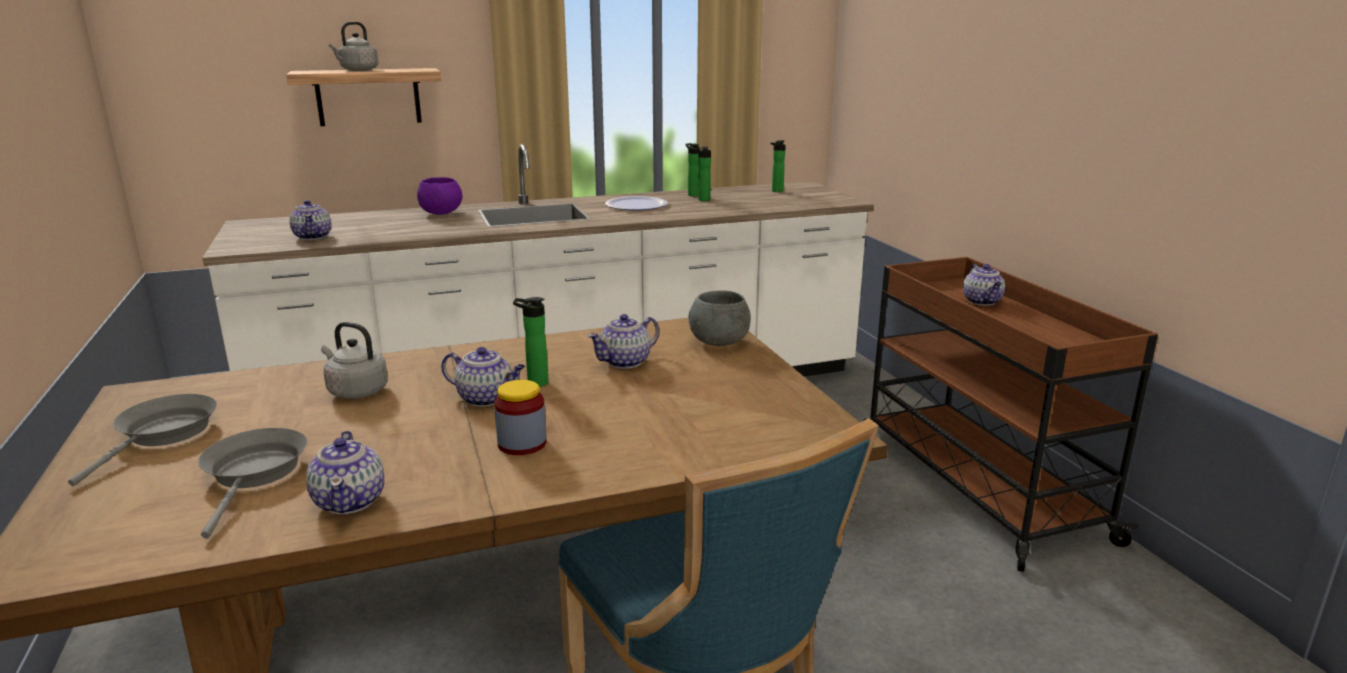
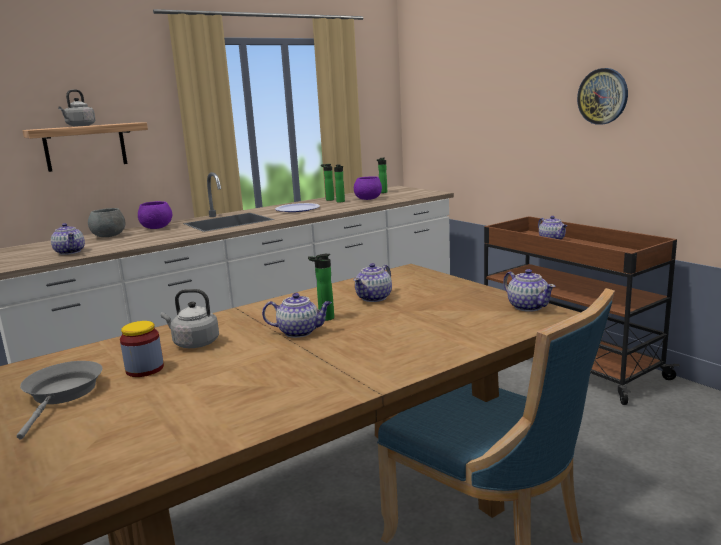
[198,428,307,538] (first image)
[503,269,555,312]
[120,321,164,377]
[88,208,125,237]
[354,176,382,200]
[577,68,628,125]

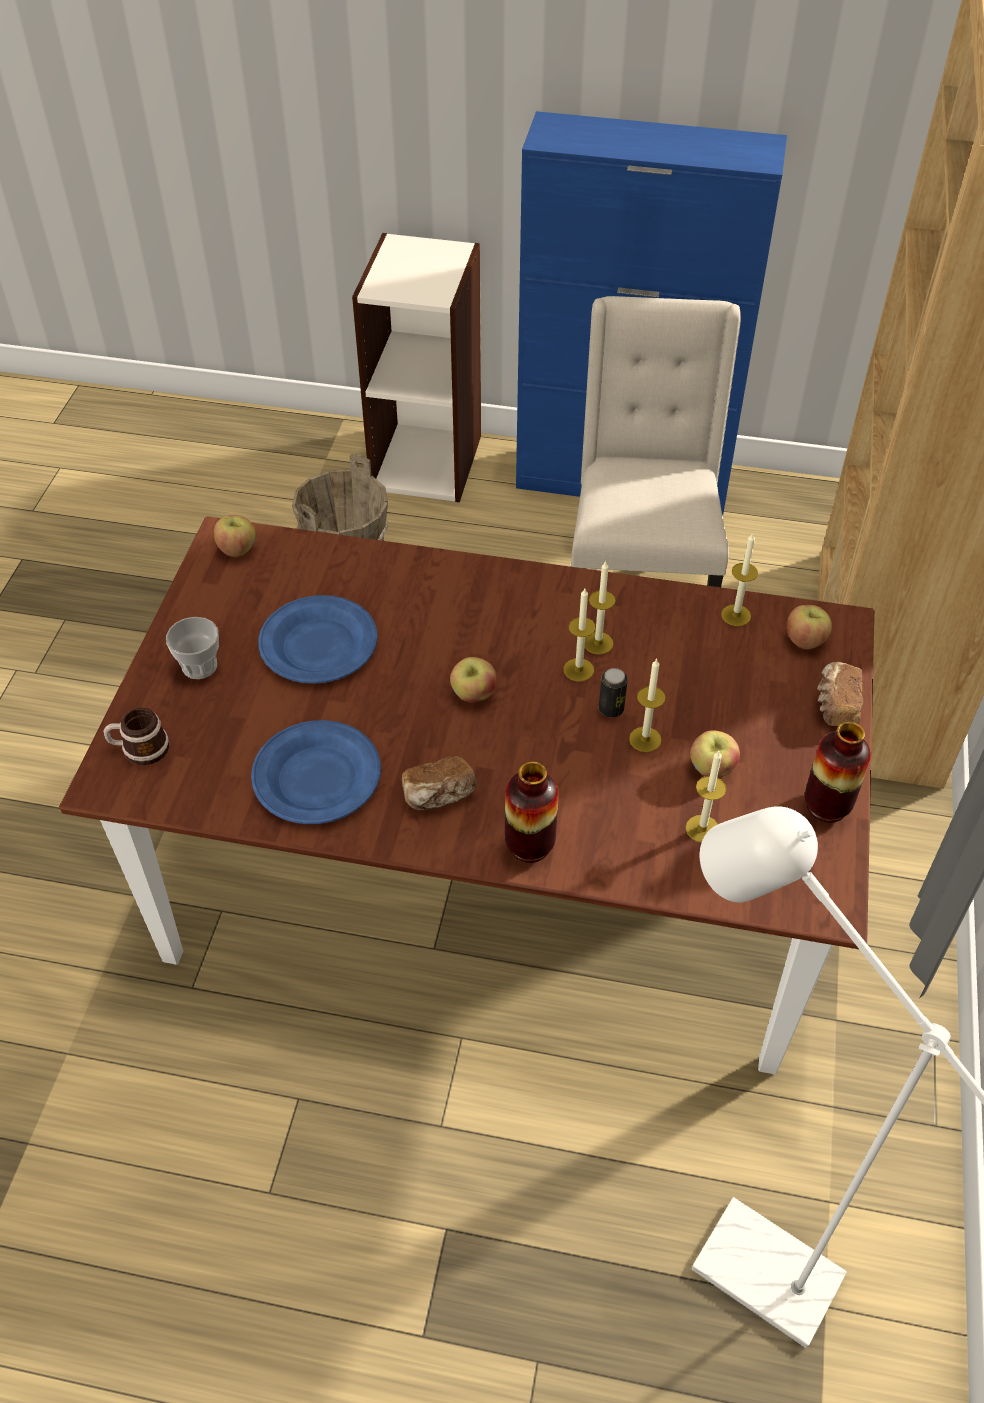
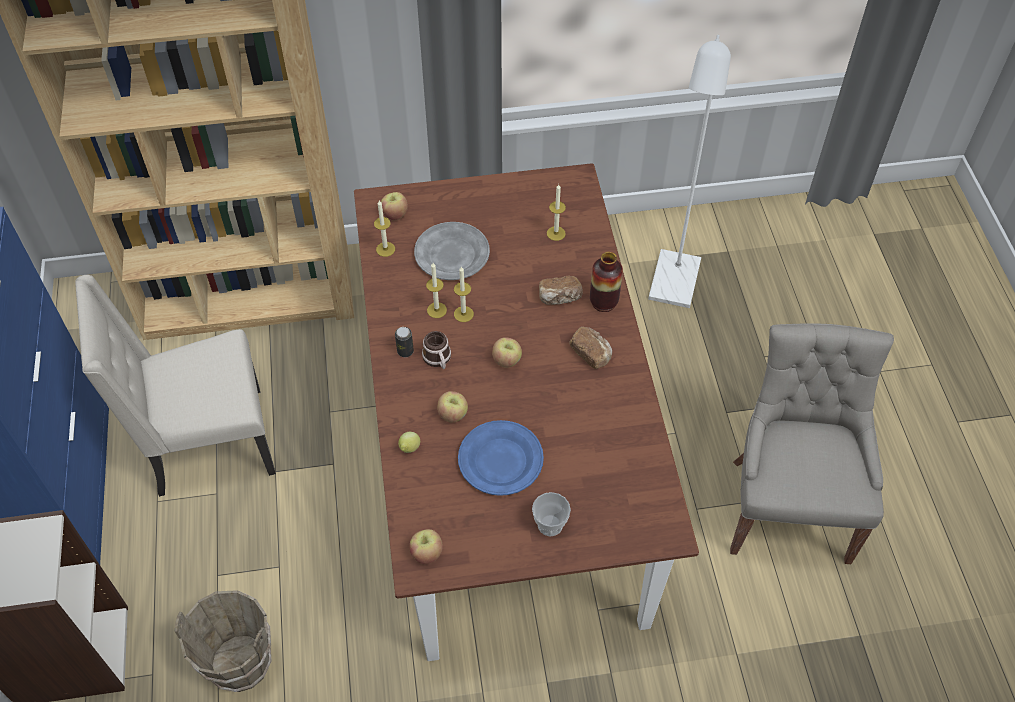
[422,331,451,369]
[251,720,381,824] (first image)
[395,327,414,357]
[629,658,665,752] (first image)
[437,391,468,422]
[805,722,871,823] (first image)
[539,275,583,305]
[398,432,420,453]
[414,222,490,280]
[730,323,894,564]

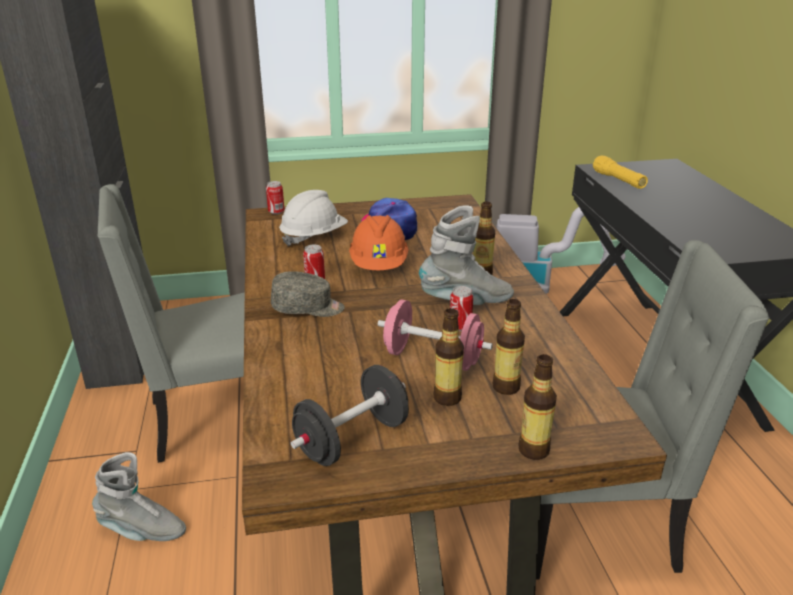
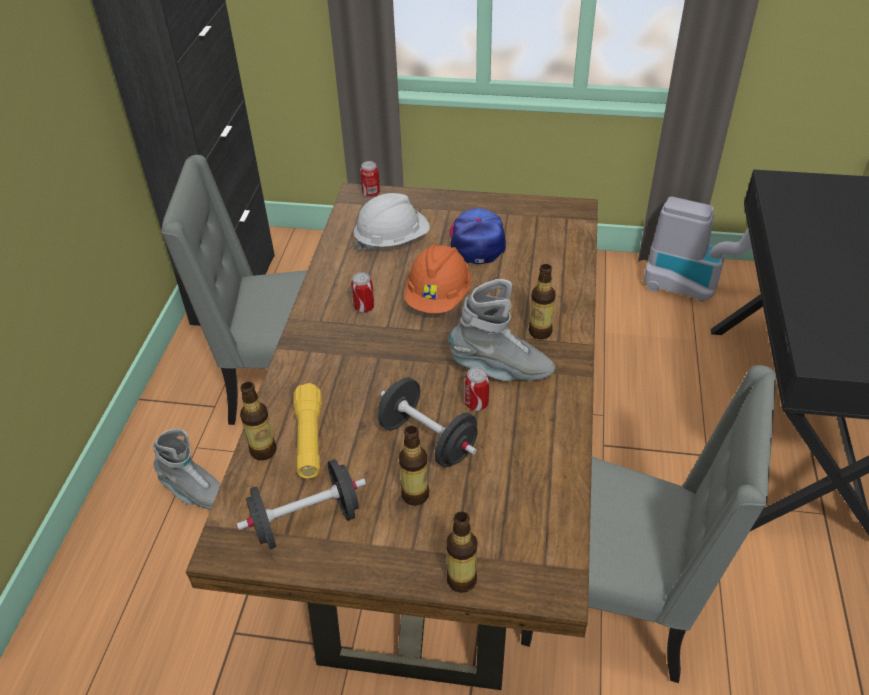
[271,271,345,317] (first image)
[378,378,478,468]
[240,382,277,460]
[293,383,322,478]

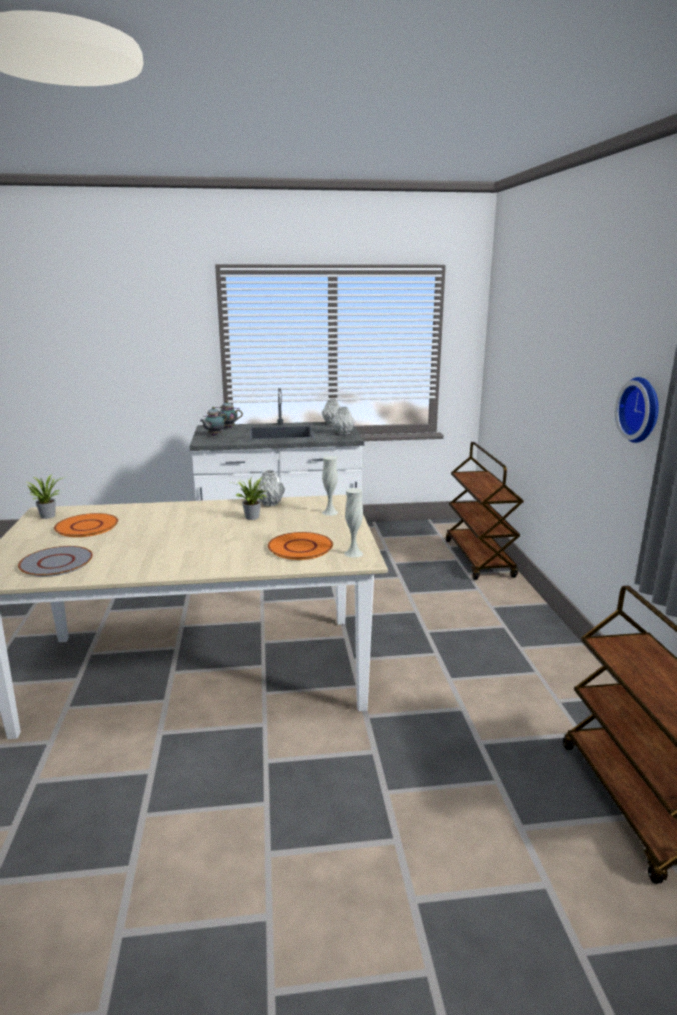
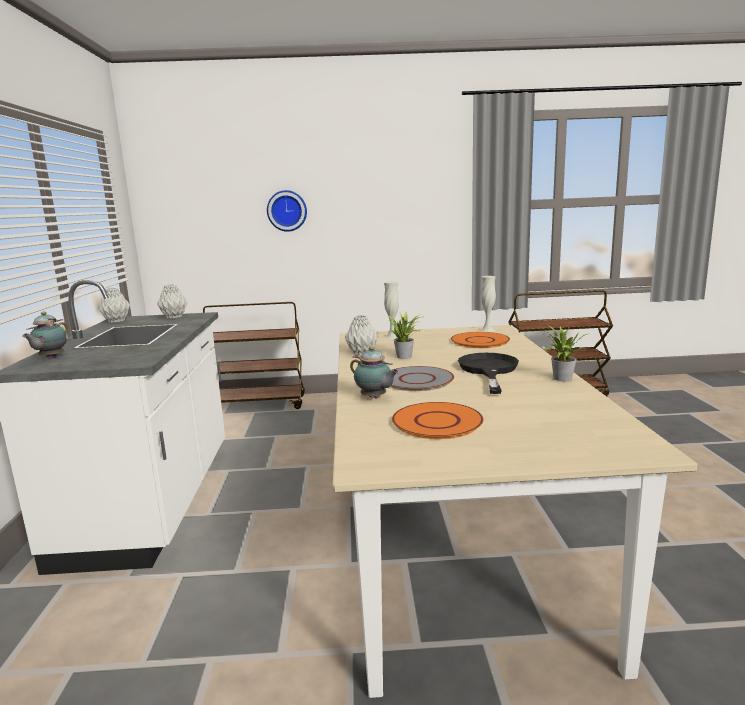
[390,366,454,391]
[543,326,590,381]
[350,346,399,399]
[267,190,307,232]
[458,353,519,394]

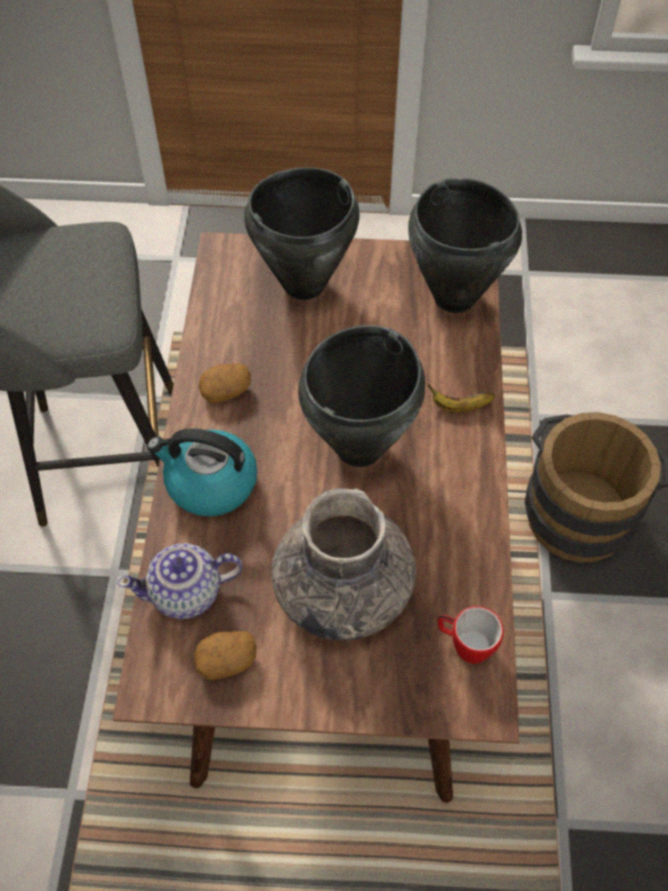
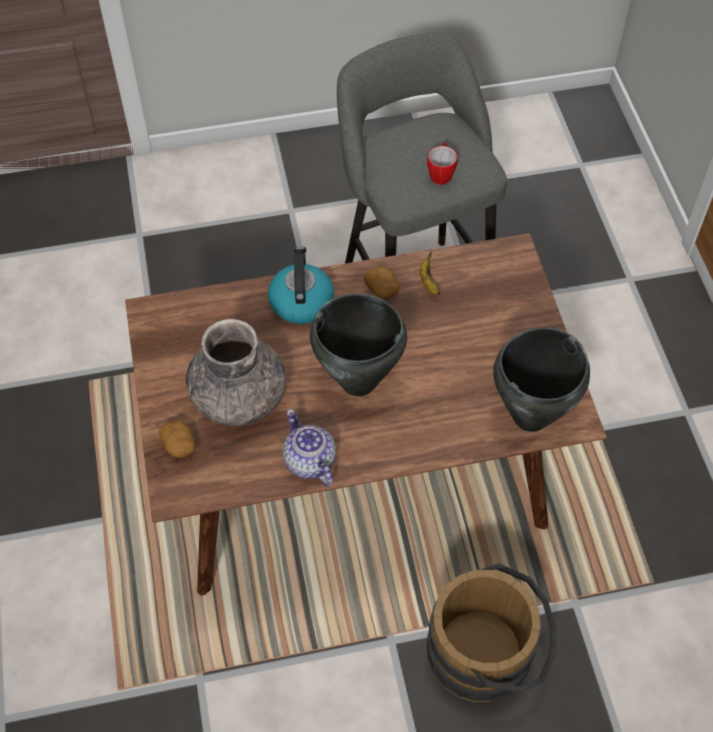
[283,409,336,486]
[159,421,196,458]
[244,167,360,300] (first image)
[420,252,441,295]
[427,142,458,185]

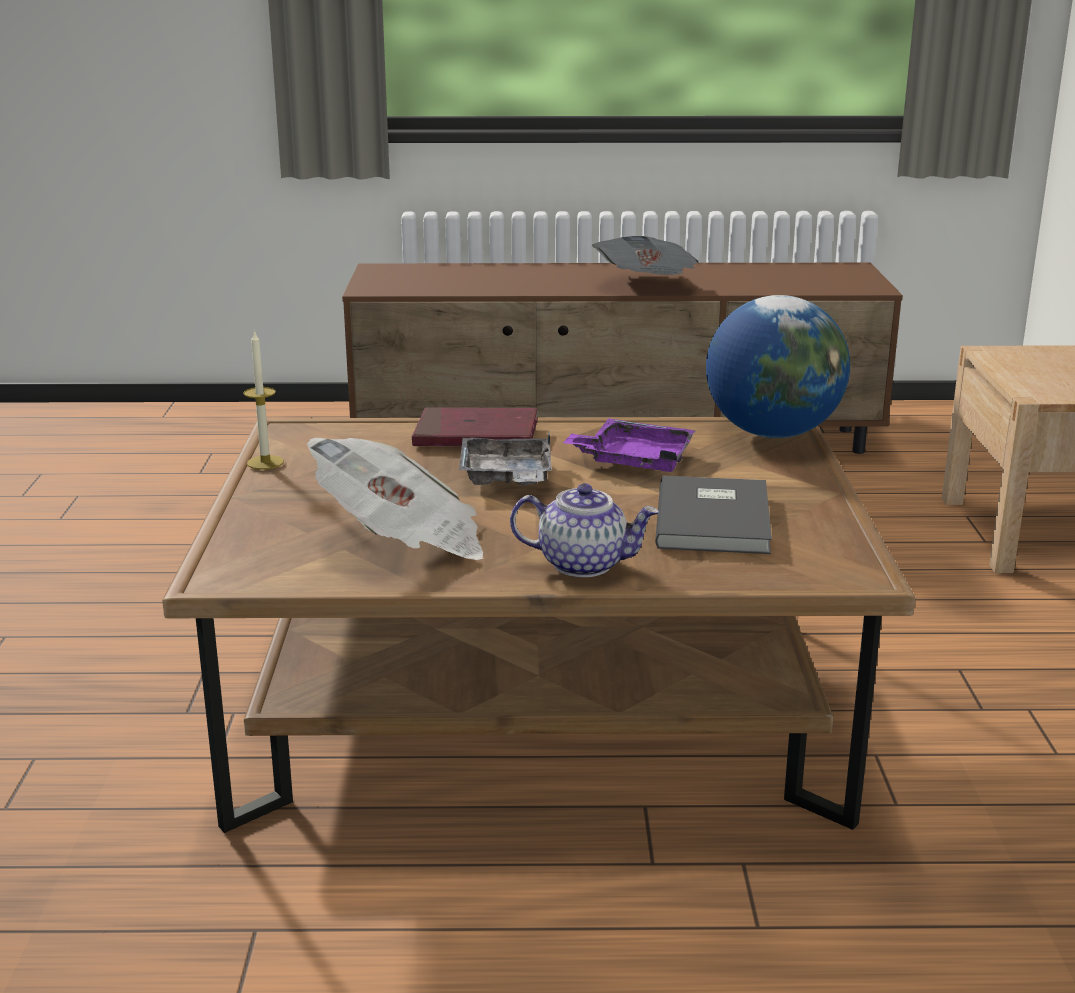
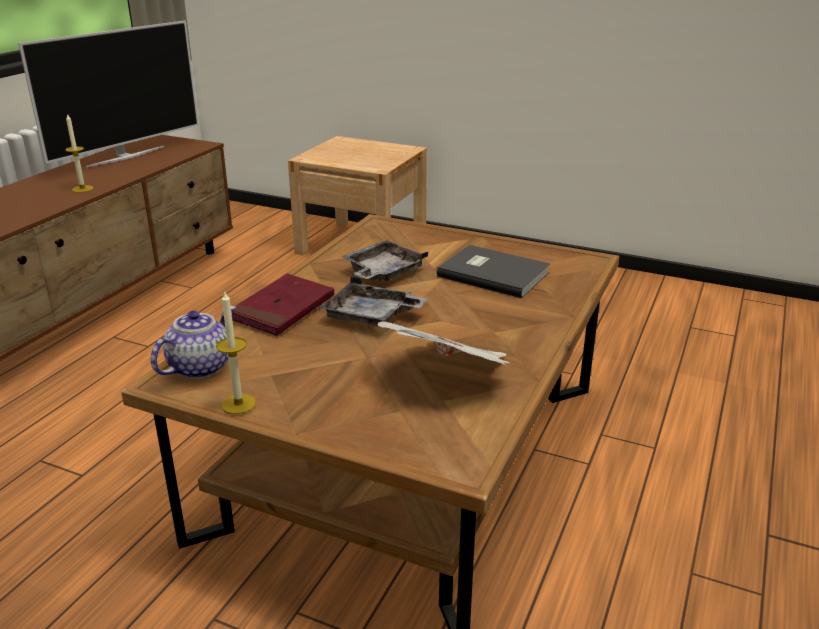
[151,306,236,379]
[342,240,428,281]
[65,113,93,193]
[706,295,850,438] (first image)
[18,20,199,168]

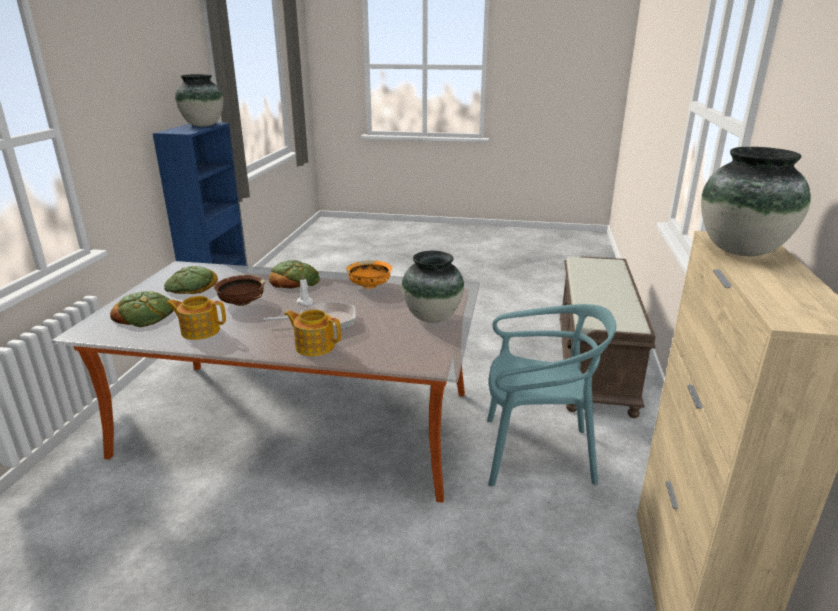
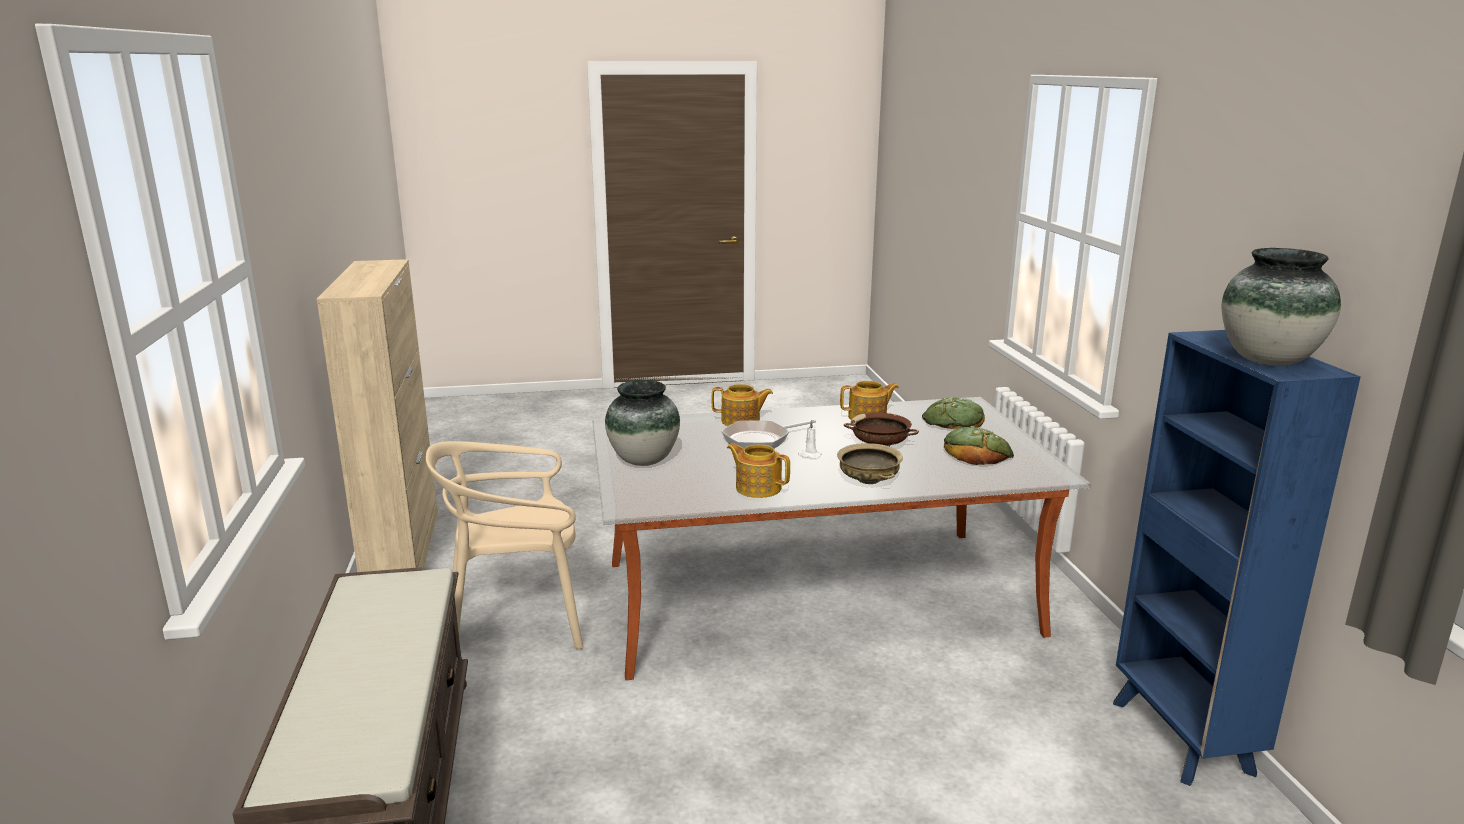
[837,443,903,484]
[727,443,790,498]
[426,441,584,649]
[701,147,810,256] (first image)

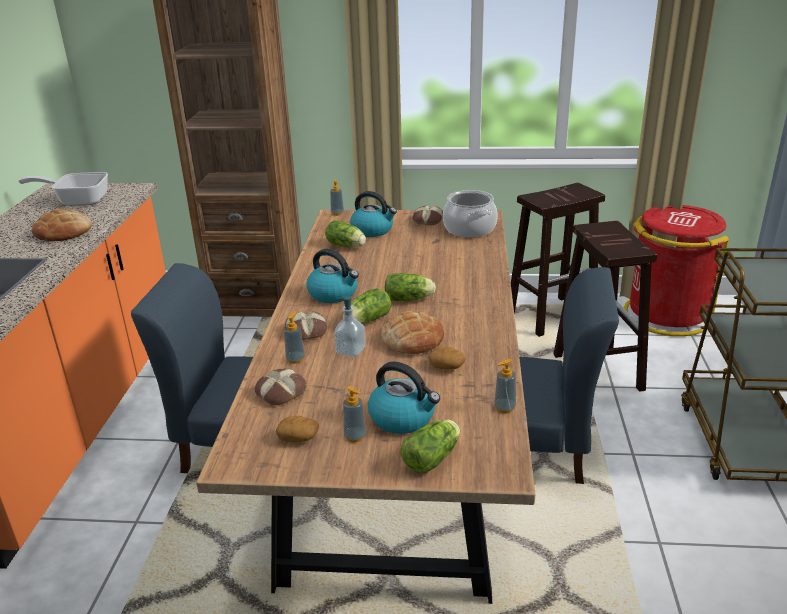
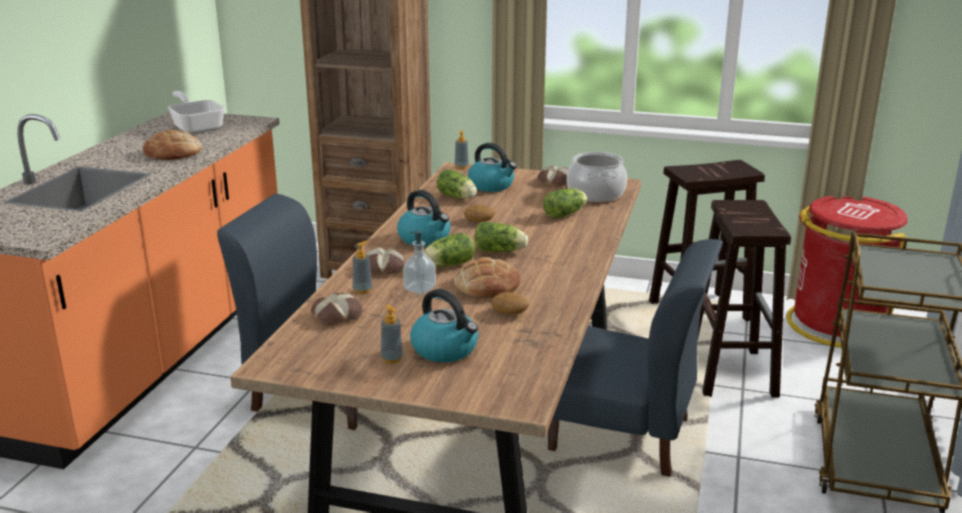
[168,91,225,134]
[464,205,495,222]
[543,188,587,219]
[494,359,516,413] (first image)

